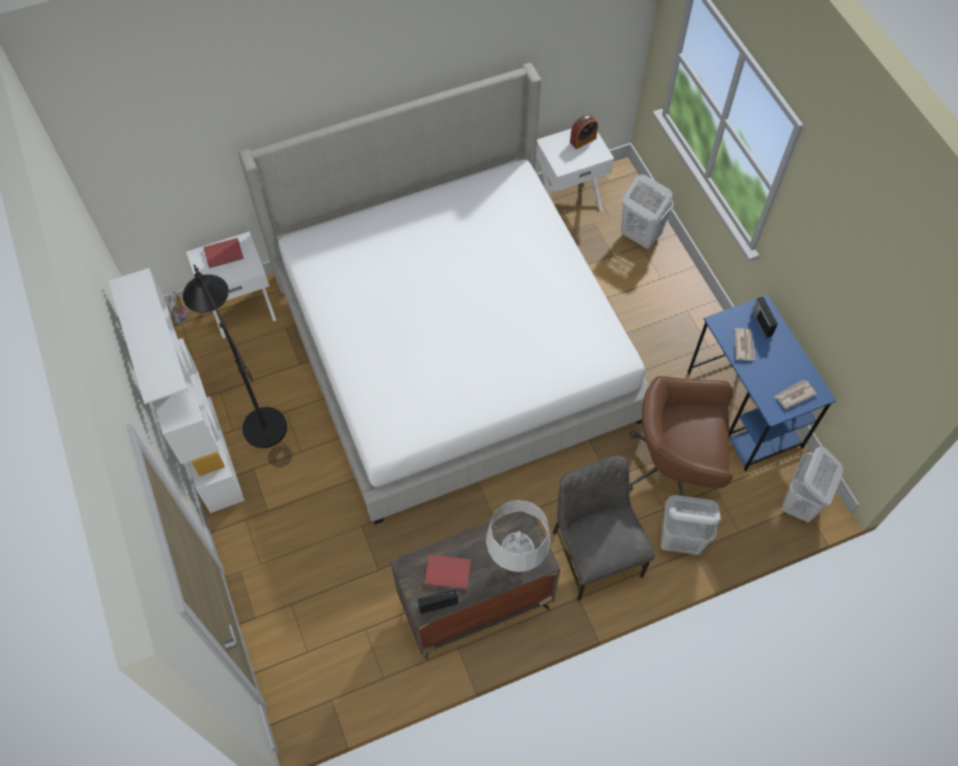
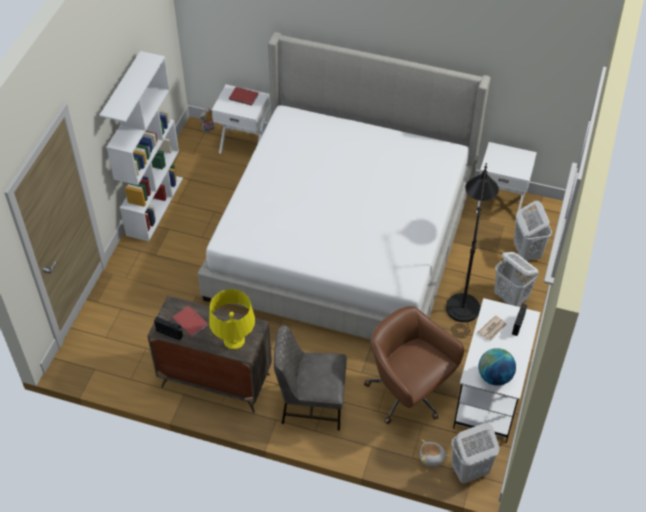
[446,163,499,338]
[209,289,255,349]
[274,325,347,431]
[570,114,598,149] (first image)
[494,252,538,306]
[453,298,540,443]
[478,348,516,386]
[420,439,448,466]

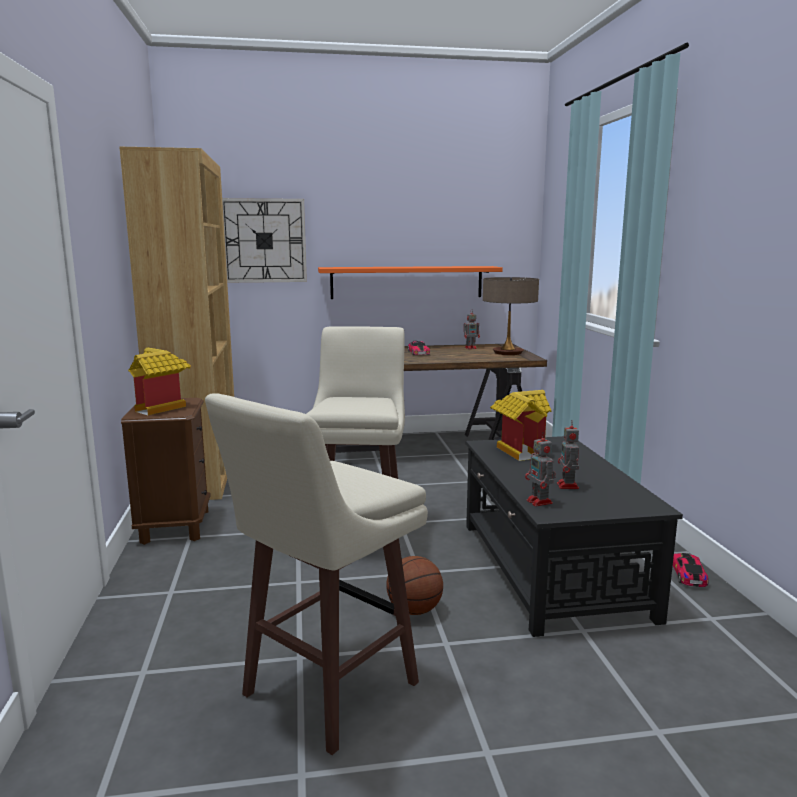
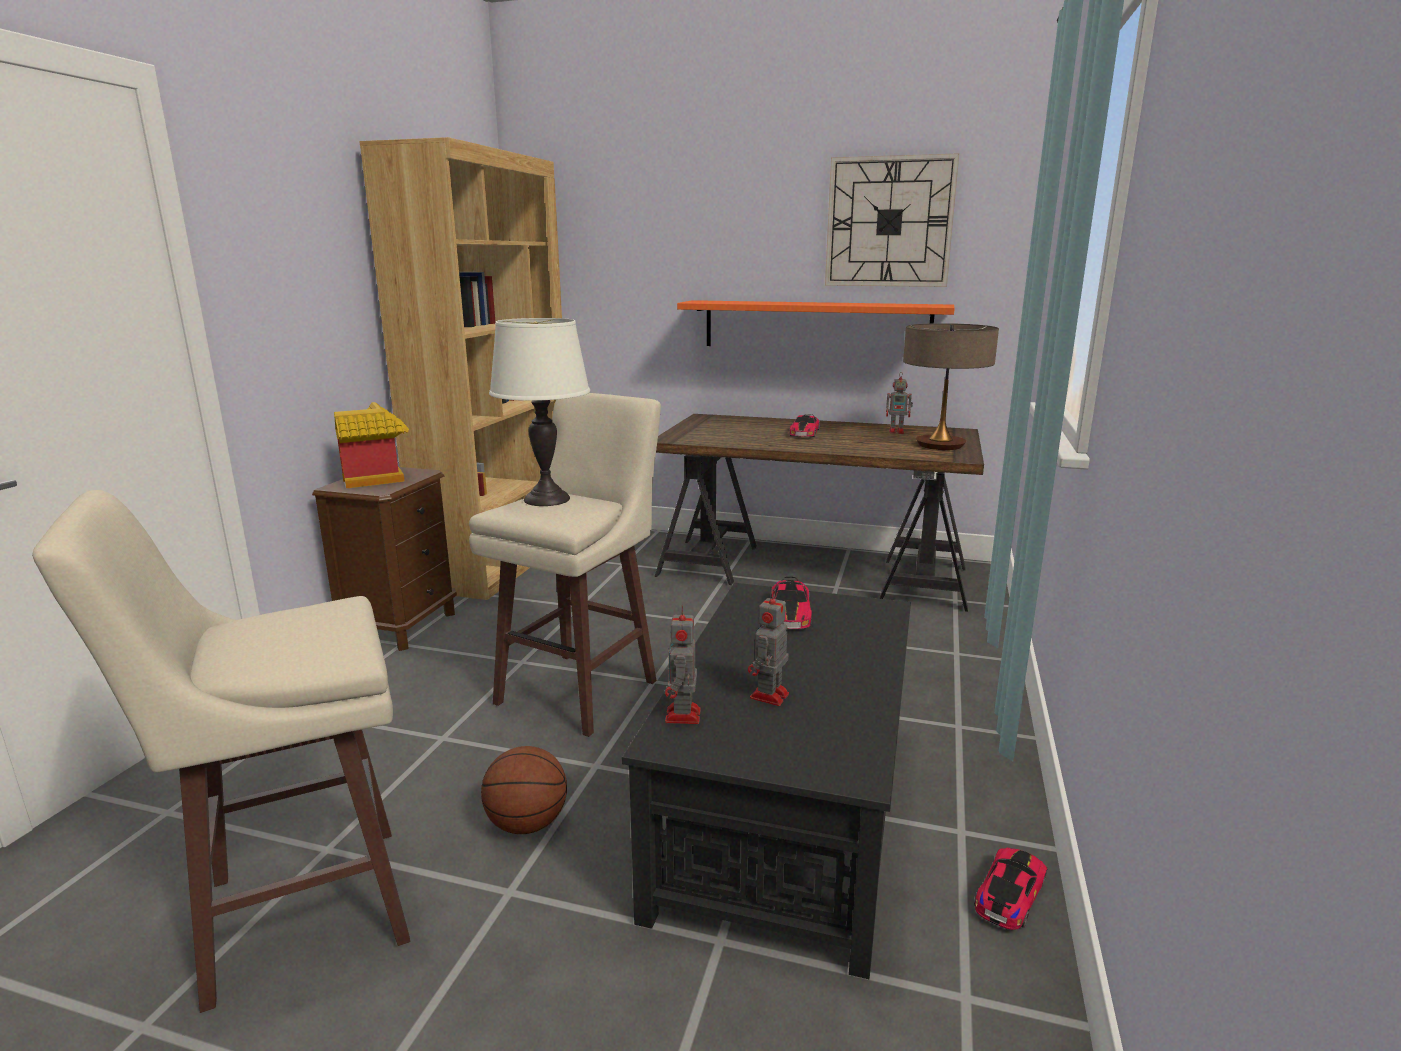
[825,153,959,287]
[771,577,812,629]
[489,318,590,506]

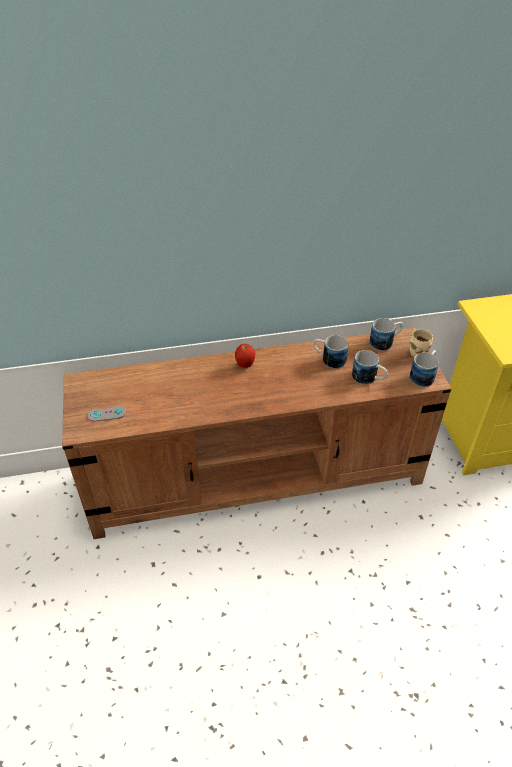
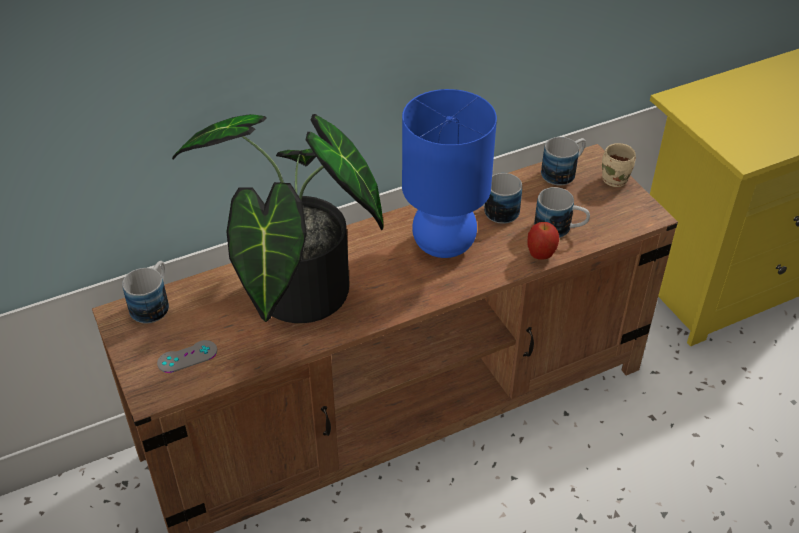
[527,222,559,259]
[122,261,169,324]
[172,114,384,323]
[402,89,497,258]

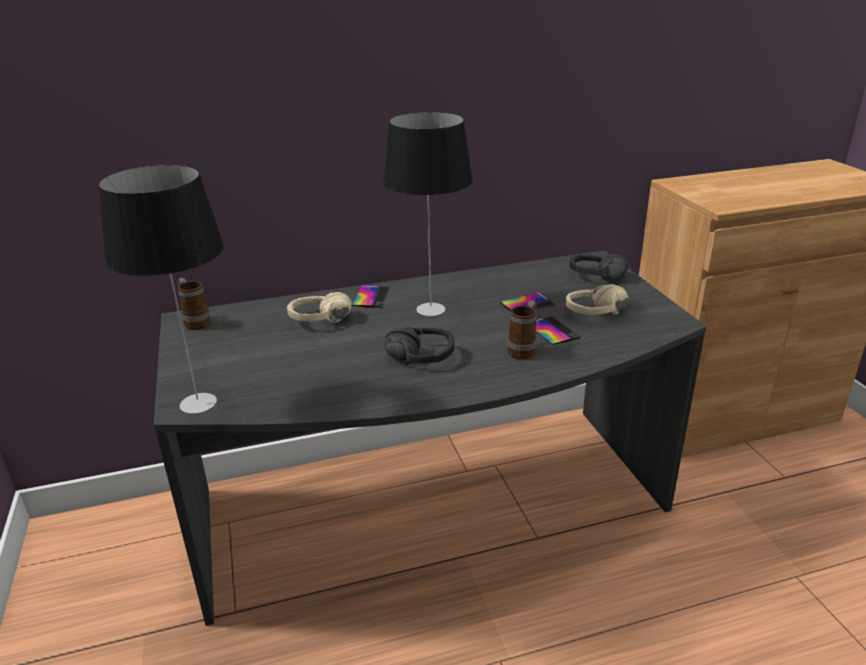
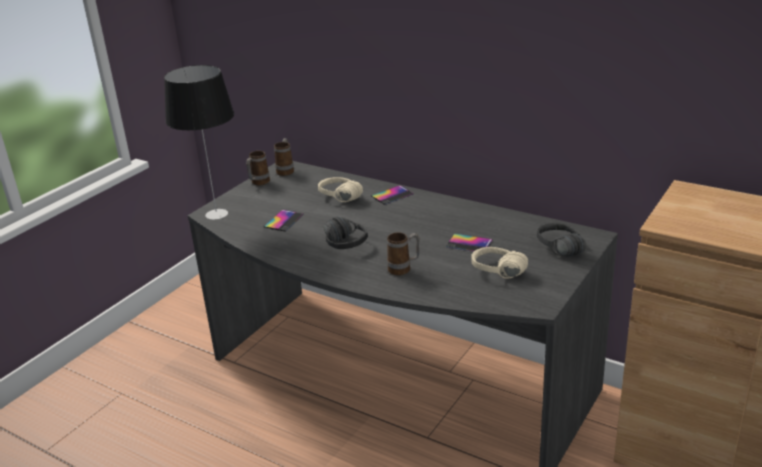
[383,112,473,316] (first image)
[264,210,304,232]
[246,151,270,185]

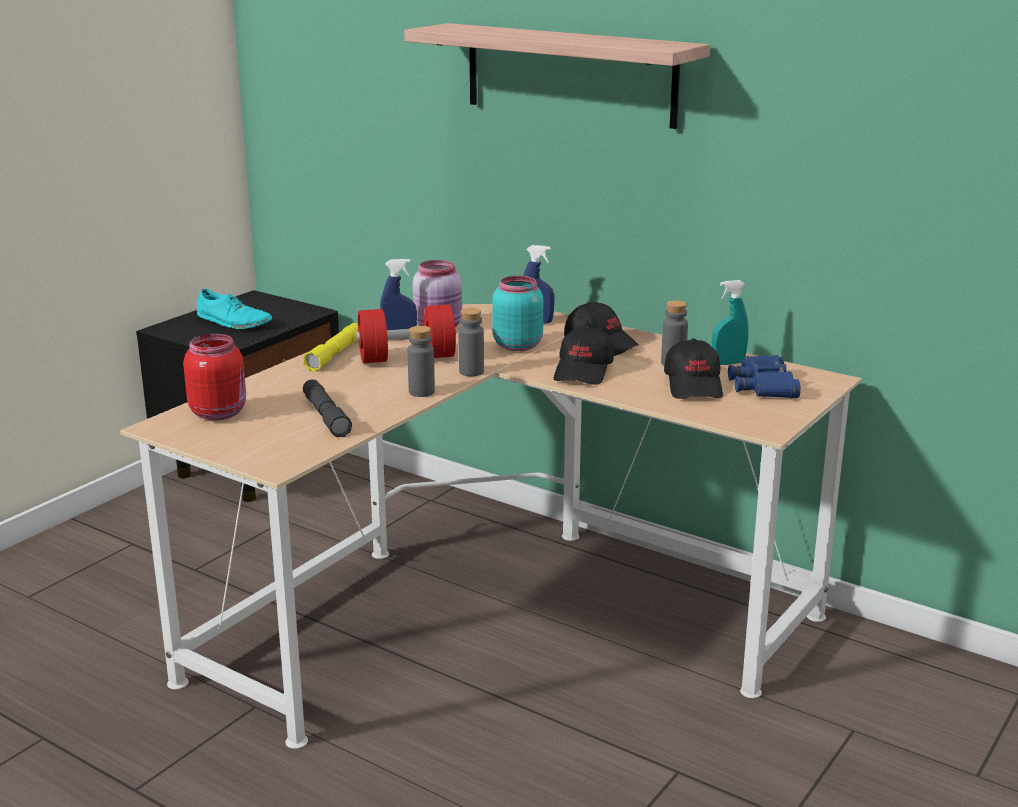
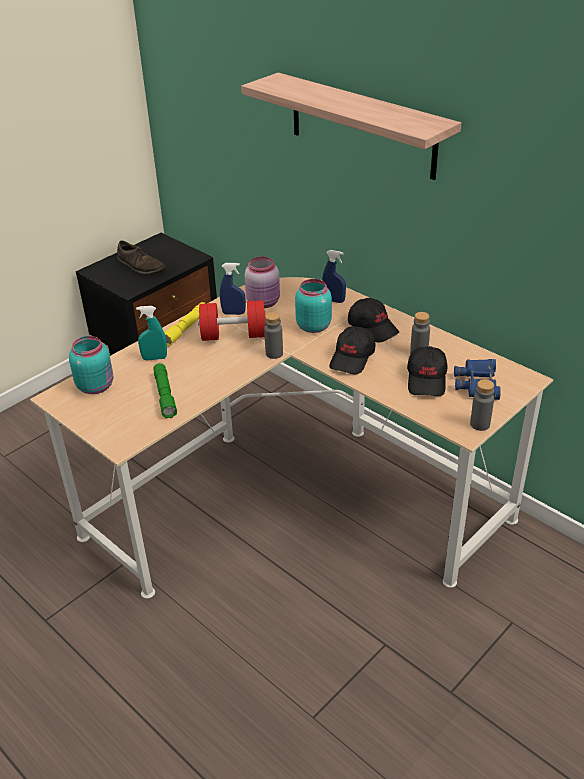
[69,336,113,394]
[117,241,165,274]
[153,363,177,418]
[470,379,494,431]
[136,306,167,360]

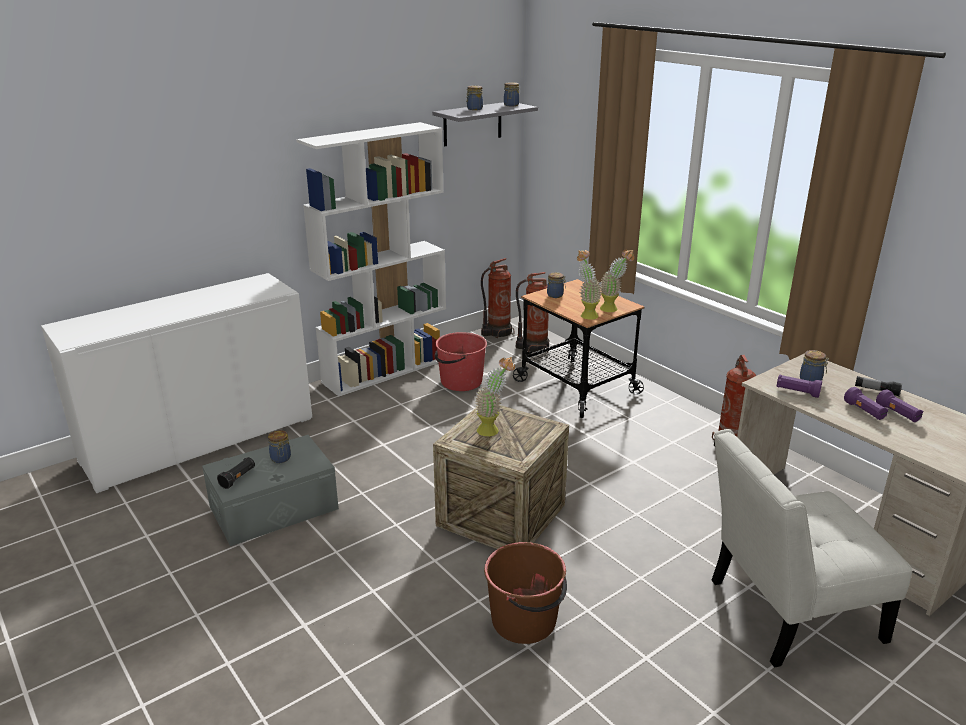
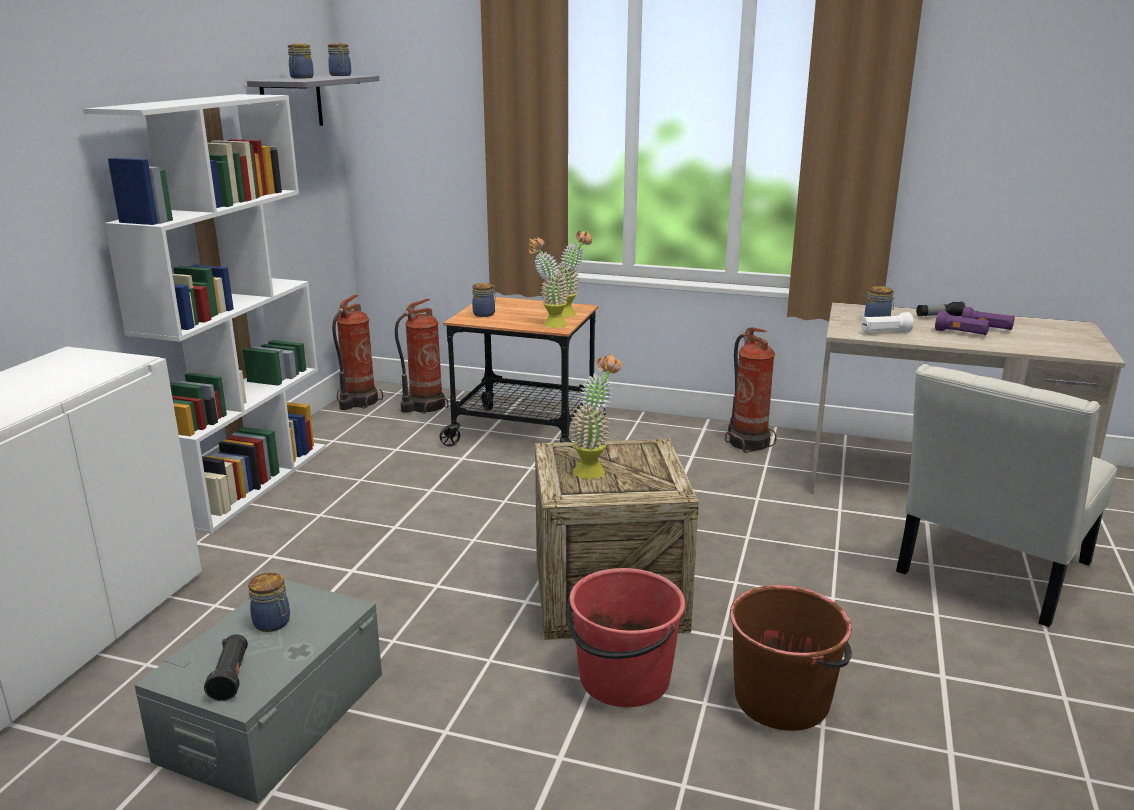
[566,568,686,707]
[861,312,914,333]

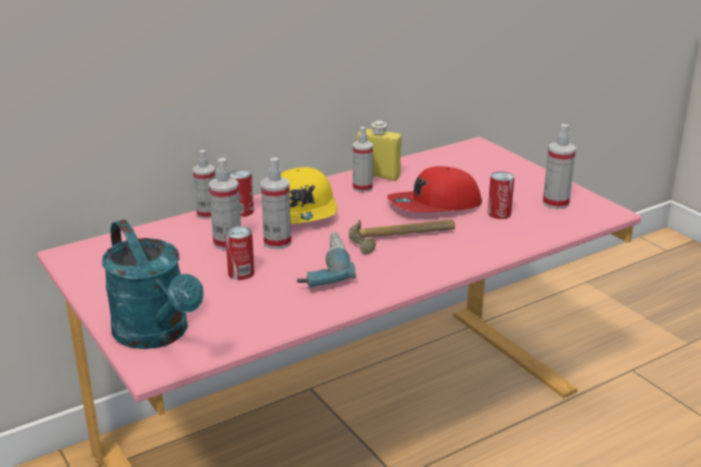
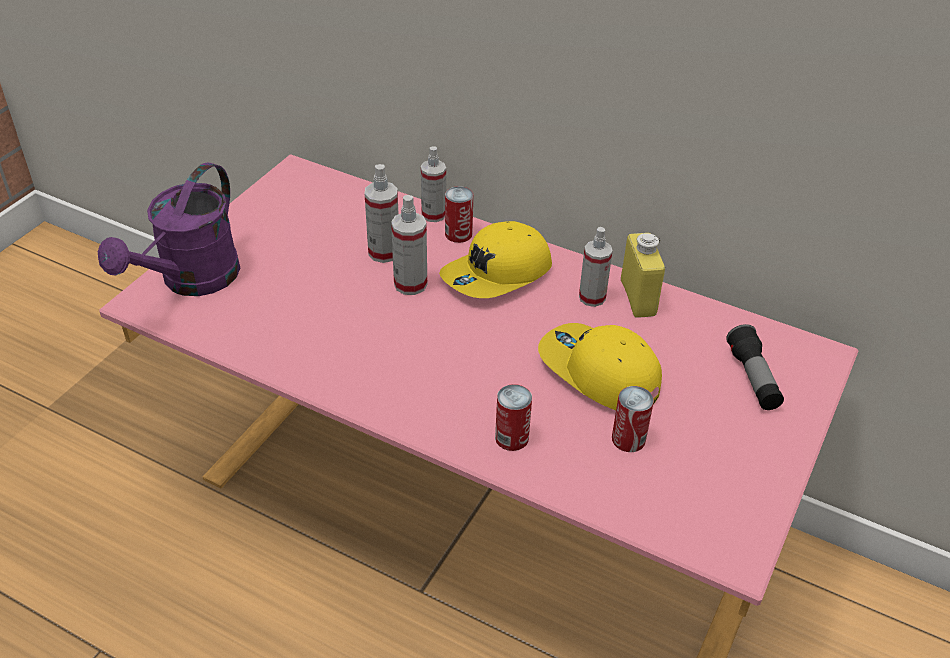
[98,162,240,296]
[495,384,532,451]
[297,232,356,287] (first image)
[349,219,455,254] (first image)
[538,323,662,410]
[543,124,576,209] (first image)
[726,324,784,410]

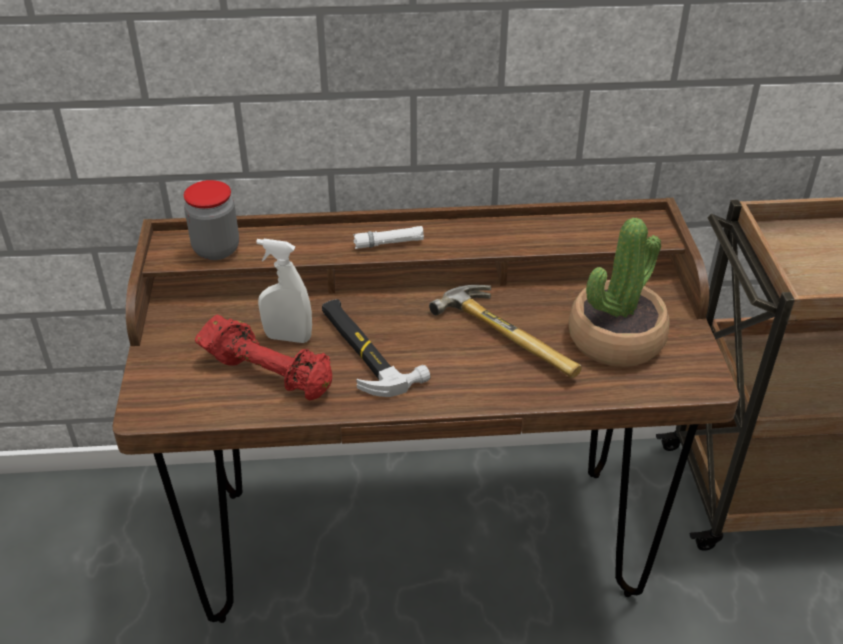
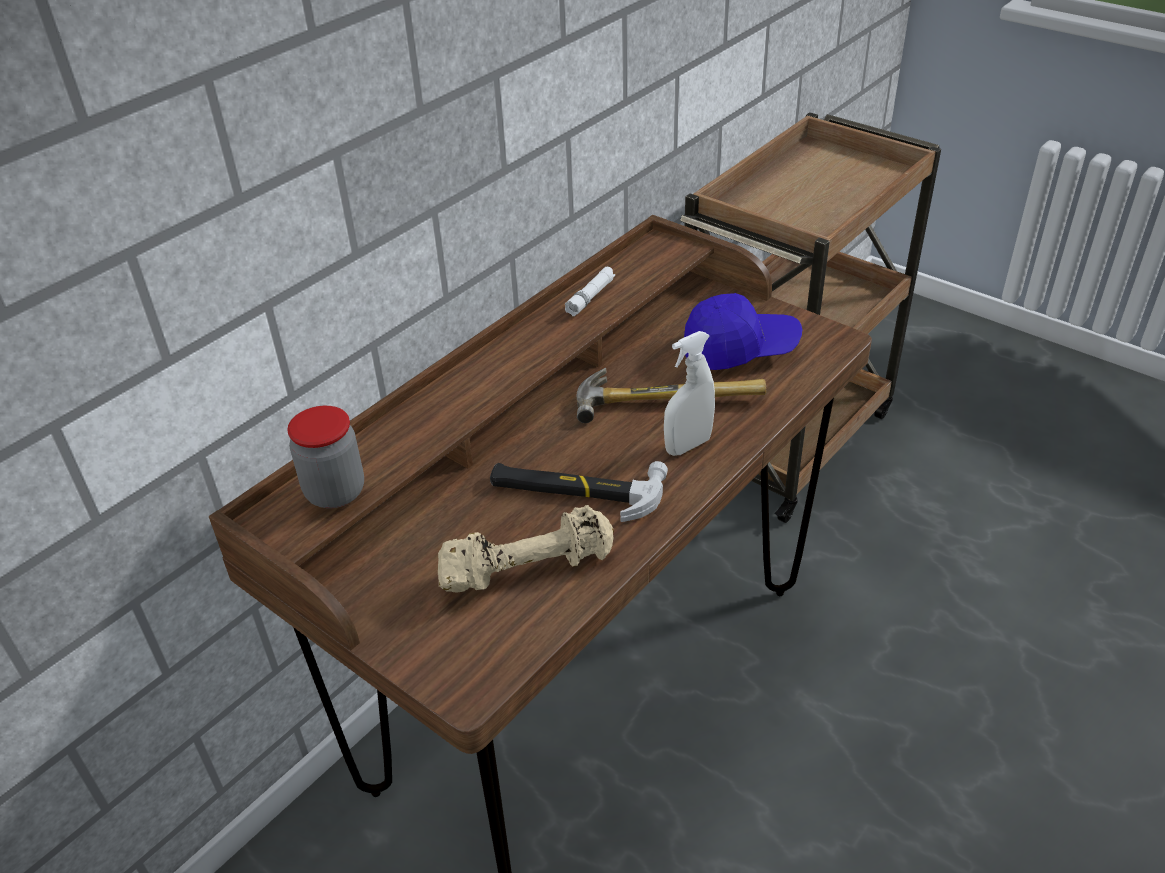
[438,505,614,593]
[664,331,715,456]
[565,267,615,316]
[684,293,803,370]

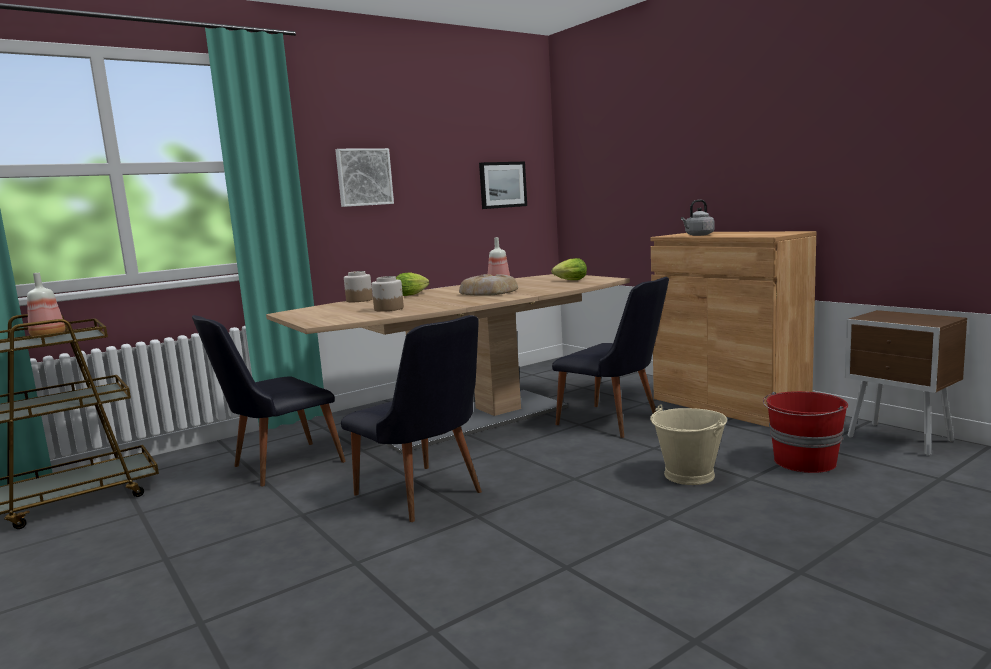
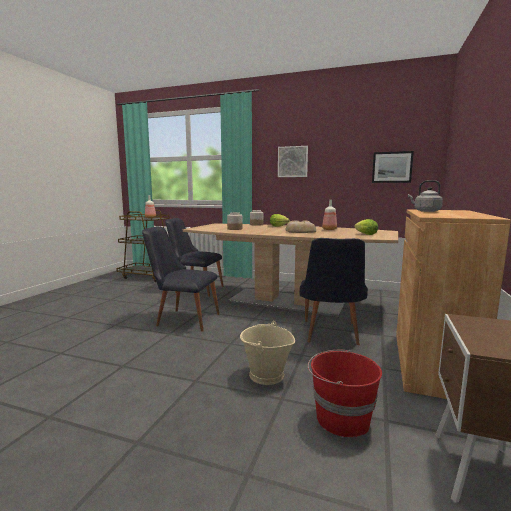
[142,226,219,332]

